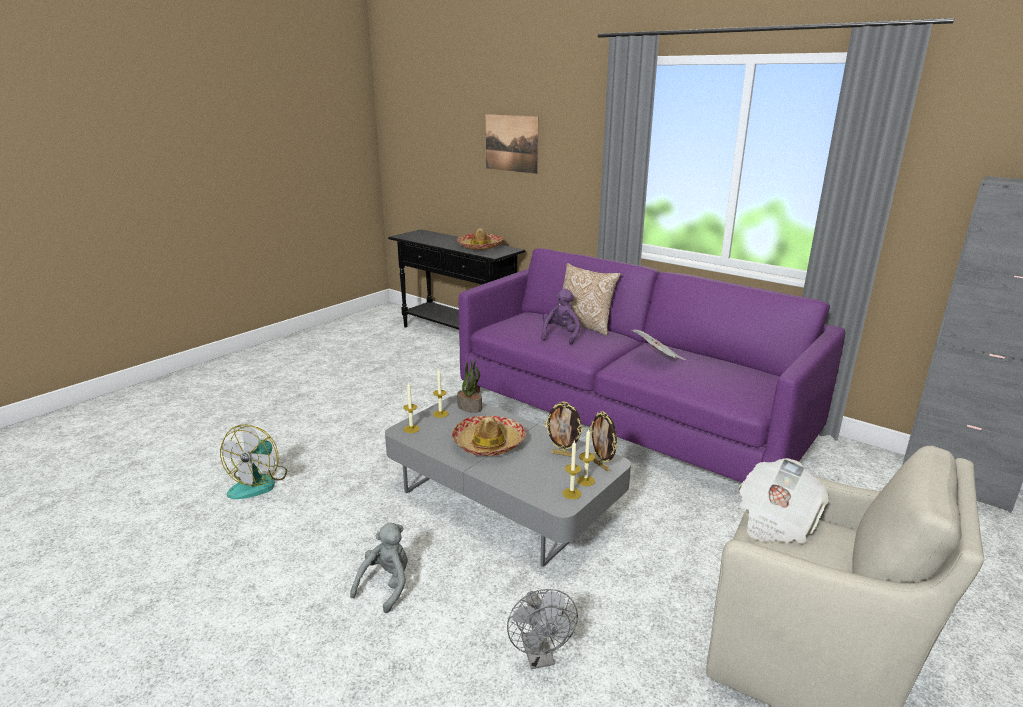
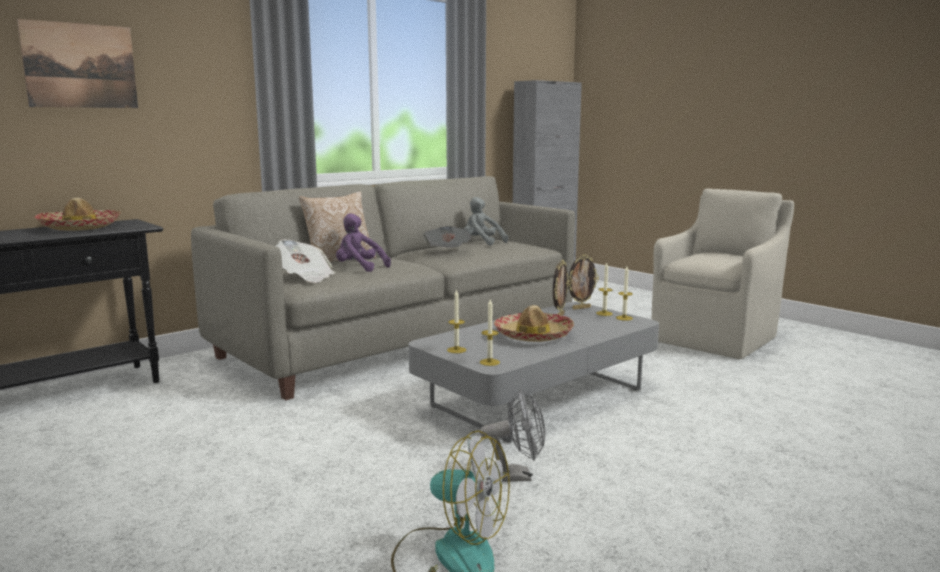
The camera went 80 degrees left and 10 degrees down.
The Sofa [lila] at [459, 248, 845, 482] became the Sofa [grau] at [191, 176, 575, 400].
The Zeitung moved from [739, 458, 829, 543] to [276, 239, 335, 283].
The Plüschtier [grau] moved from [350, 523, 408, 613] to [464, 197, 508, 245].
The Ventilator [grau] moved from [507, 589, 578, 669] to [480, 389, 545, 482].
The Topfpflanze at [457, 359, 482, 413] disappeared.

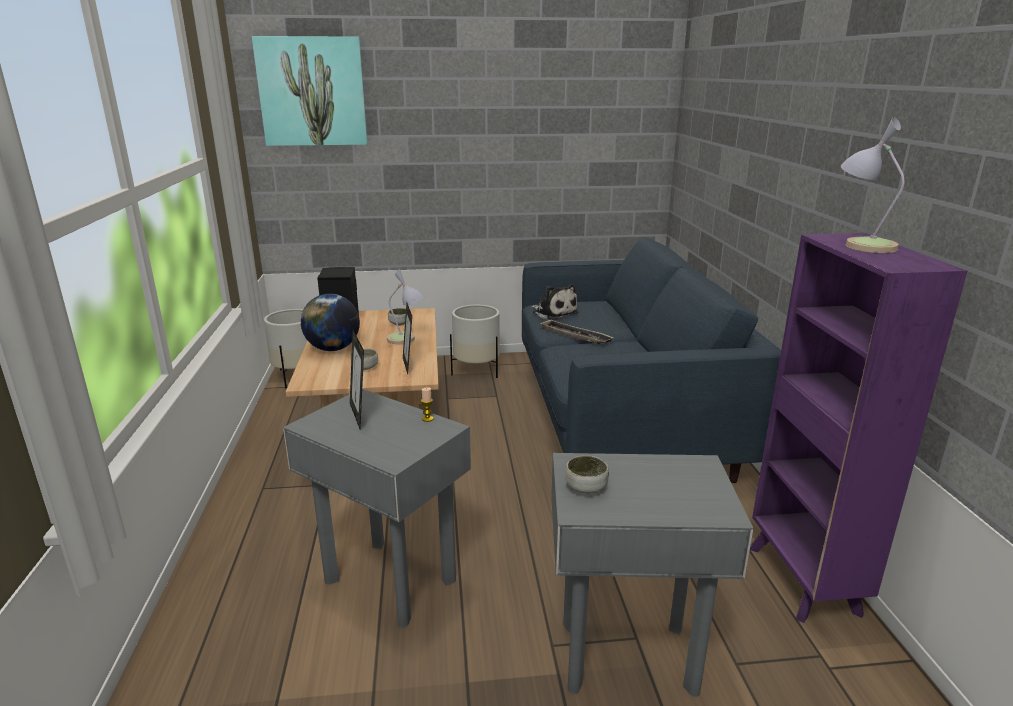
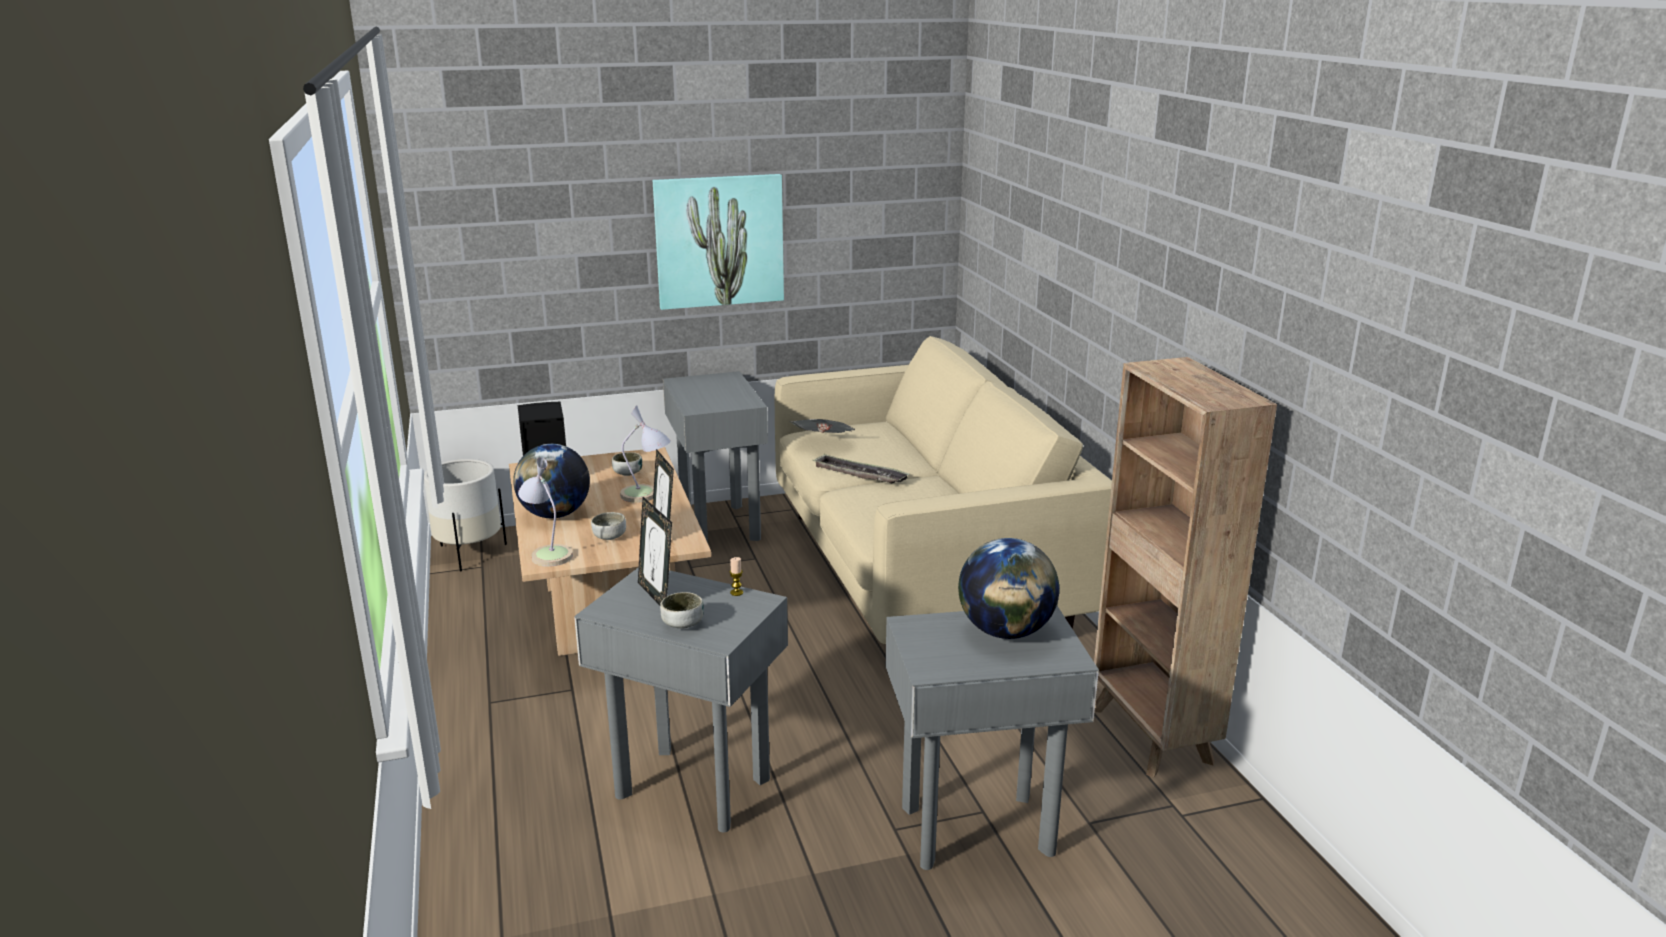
The camera went 10 degrees left and 0 degrees up.
The Tischlampe moved from [841, 117, 905, 253] to [518, 457, 573, 567].
The Bild moved from [252, 36, 367, 146] to [653, 174, 784, 310].
The Schüssel moved from [565, 456, 609, 493] to [660, 592, 704, 629].
The Pflanzkübel [weiß] at [450, 305, 500, 378] was replaced by the Beistelltisch [grau] at [663, 371, 768, 543].
The Sofa [blau] at [522, 237, 781, 483] became the Sofa [beige] at [775, 336, 1112, 644].
The Plüschtier at [531, 284, 579, 320] was replaced by the Zeitung at [790, 419, 855, 433].
The Globus at [958, 538, 1059, 639] appeared.
The Bücherregal [lila] at [750, 233, 967, 623] became the Bücherregal [braun] at [1094, 357, 1277, 777].

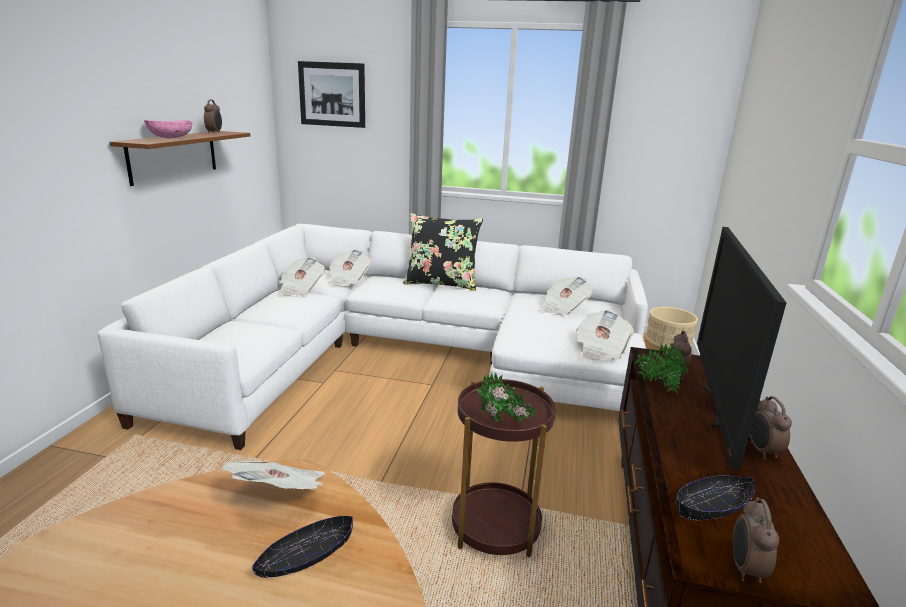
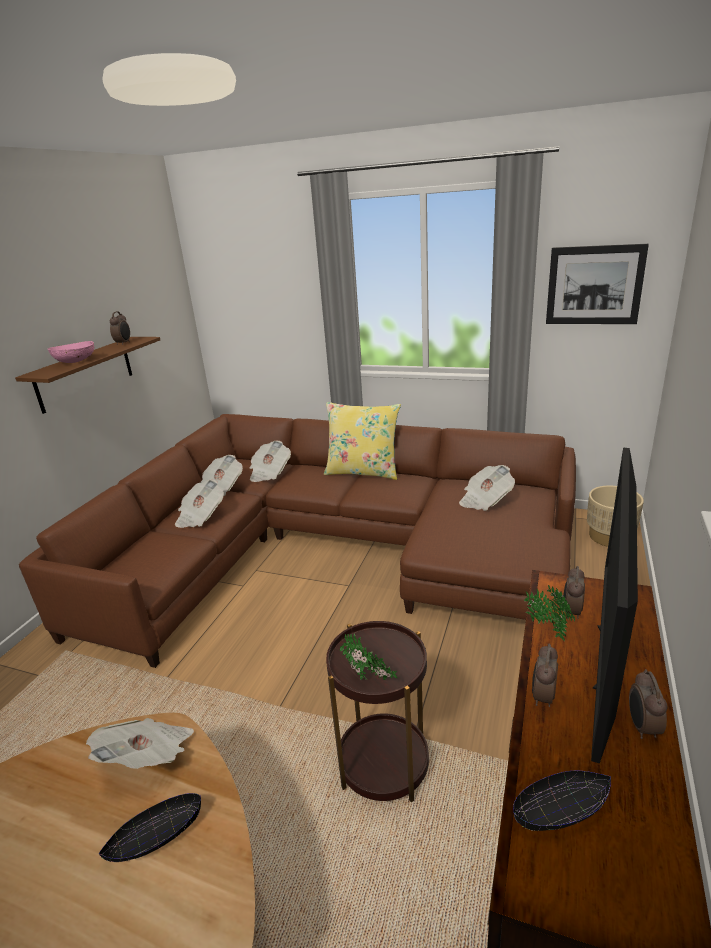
The camera went 10 degrees right and 5 degrees up.
The Sofa [weiß] at [98, 224, 648, 450] became the Sofa [braun] at [19, 414, 576, 668].
The Zeitung moved from [576, 310, 634, 360] to [175, 479, 224, 528].
The Kissen [schwarz] at [403, 213, 483, 291] became the Kissen [gelb] at [324, 402, 401, 480].
The Wecker moved from [733, 497, 779, 583] to [532, 643, 558, 707].
The Bild moved from [298, 61, 365, 128] to [546, 244, 649, 324].

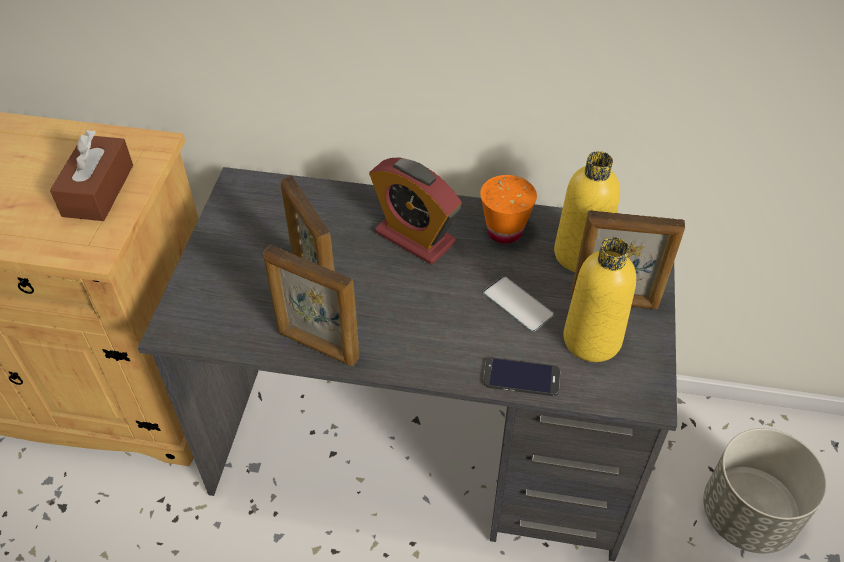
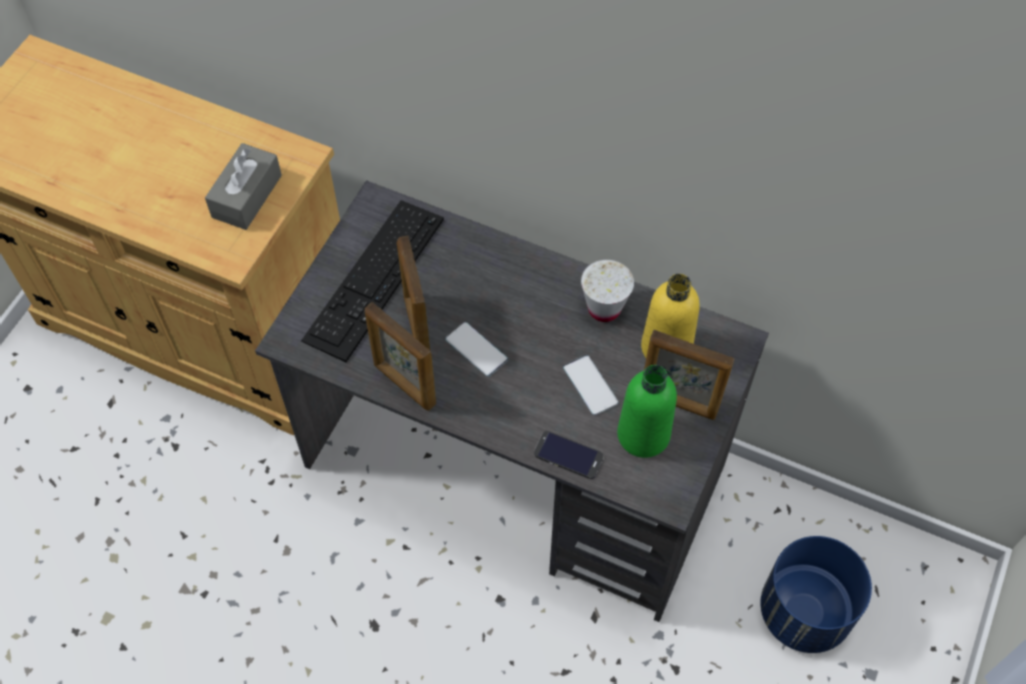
The camera went 15 degrees right and 10 degrees up.
The Taschentuchbox [braun] at [50, 130, 133, 221] became the Taschentuchbox [grau] at [205, 143, 282, 230].
The Tastatur at [301, 200, 444, 363] appeared.
The Handy at [445, 322, 508, 377] appeared.
The Tasse [orange] at [480, 175, 537, 244] became the Tasse [weiß] at [581, 260, 634, 322].
The Flasche [gelb] at [563, 237, 636, 362] became the Flasche [grün] at [617, 365, 677, 458].
The Pflanzkübel [grau] at [703, 428, 827, 554] became the Pflanzkübel [blau] at [760, 536, 872, 653].
The Wecker at [369, 157, 462, 265] disappeared.

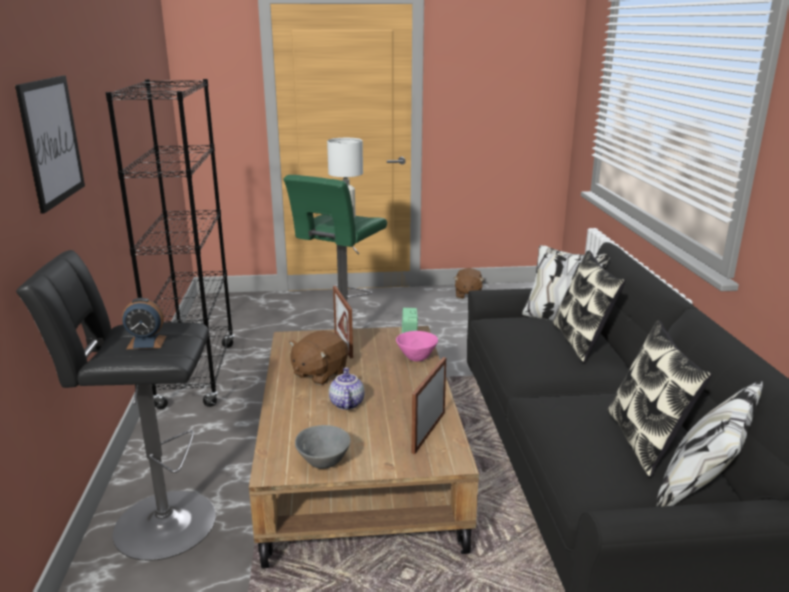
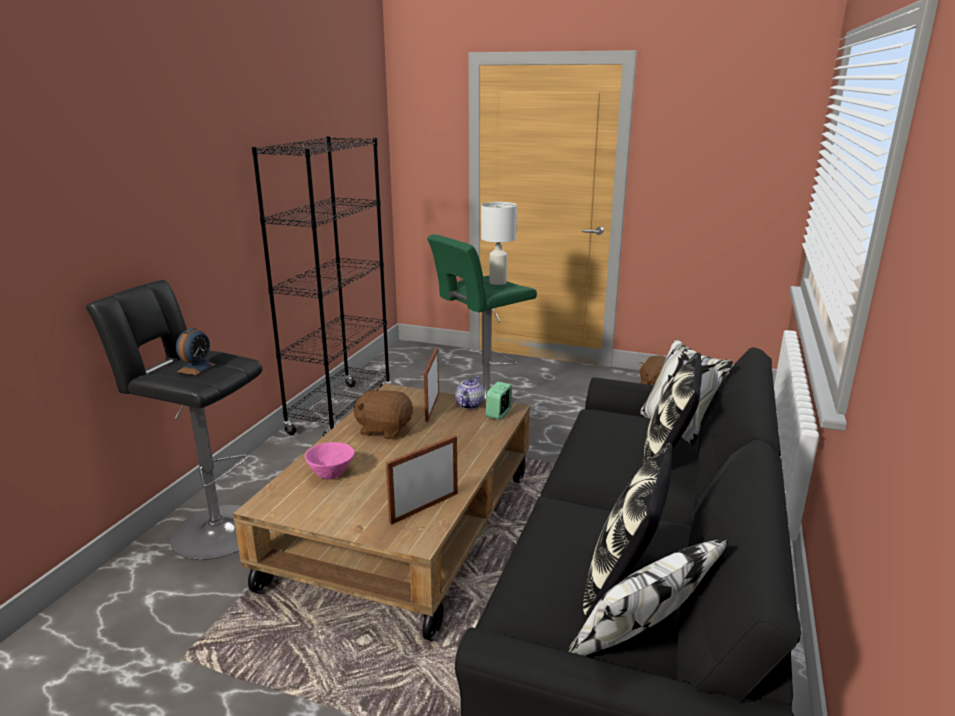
The camera went 25 degrees right and 0 degrees up.
The Wecker at [122, 298, 167, 349] turned 90 degrees counterclockwise.
The Schüssel [rosa] moved from [396, 331, 438, 361] to [305, 442, 355, 480].
The Plüschtier [braun] at [289, 330, 349, 385] turned 45 degrees clockwise.
The Teekanne moved from [329, 367, 364, 410] to [455, 376, 485, 409].
The Bild at [15, 76, 85, 214] disappeared.
The Schüssel [grau] at [295, 425, 351, 469] disappeared.

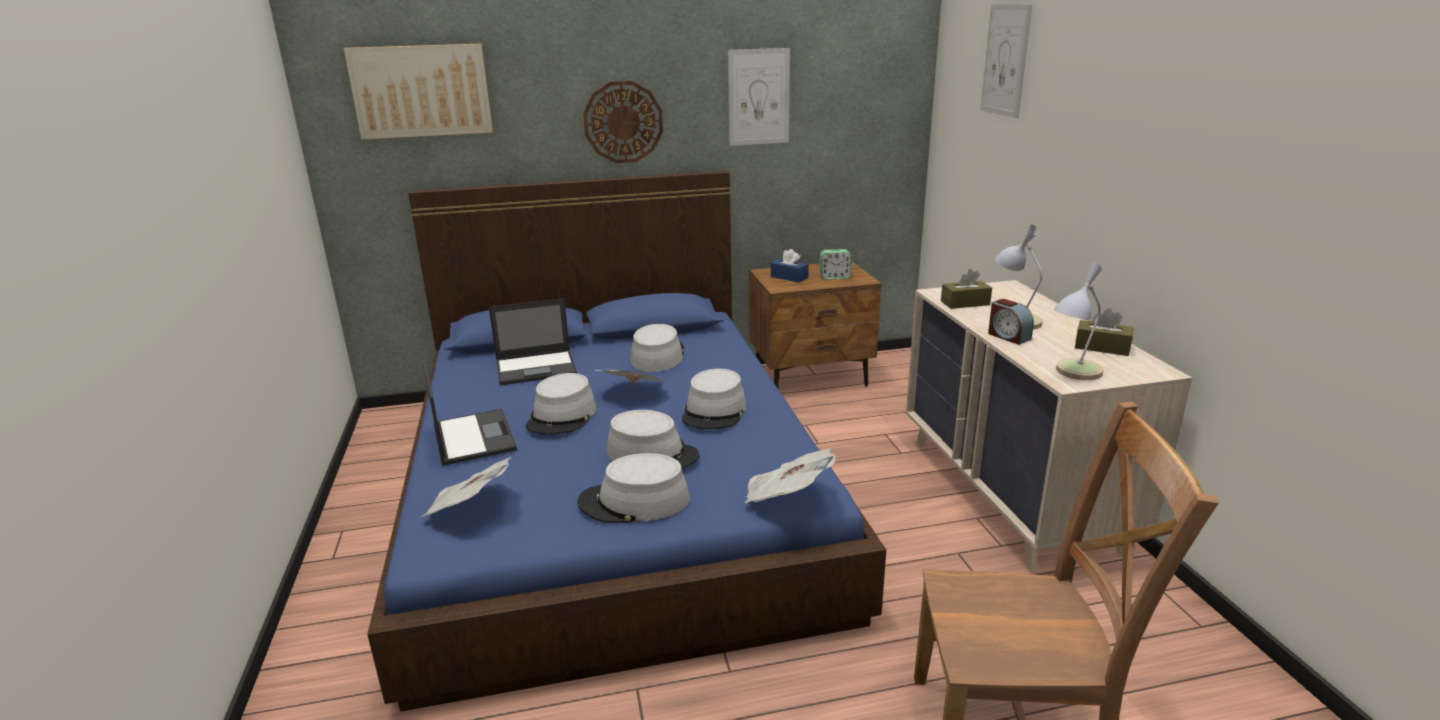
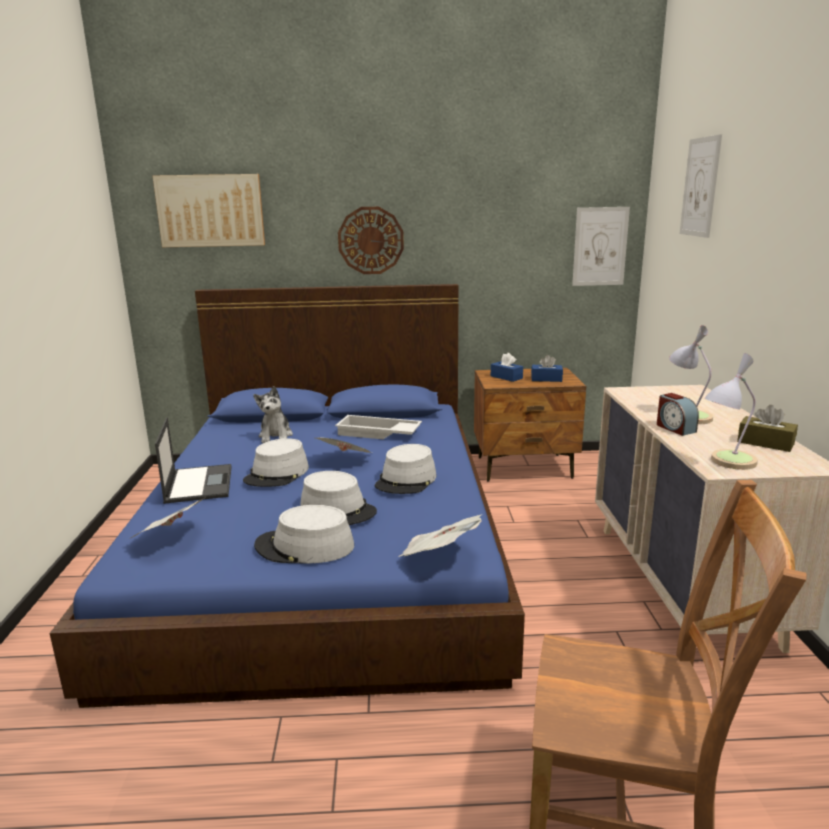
The camera went 10 degrees right and 5 degrees down.
The Laptop at [489, 299, 577, 386] was replaced by the Plüschtier at [253, 386, 293, 443].
The Hut [grau] at [630, 324, 684, 372] was replaced by the Tablett [weiß] at [335, 415, 422, 439].
The Wecker at [820, 249, 852, 279] was replaced by the Taschentuchbox [blau] at [531, 355, 563, 382].
The Bild moved from [728, 48, 790, 146] to [572, 207, 630, 286].
The Taschentuchbox [braun] at [941, 269, 992, 309] disappeared.

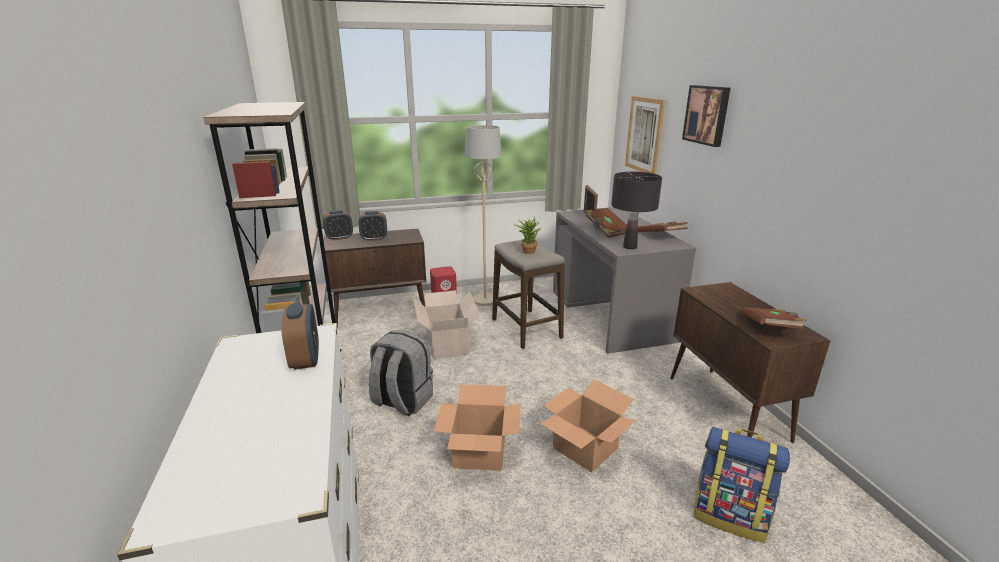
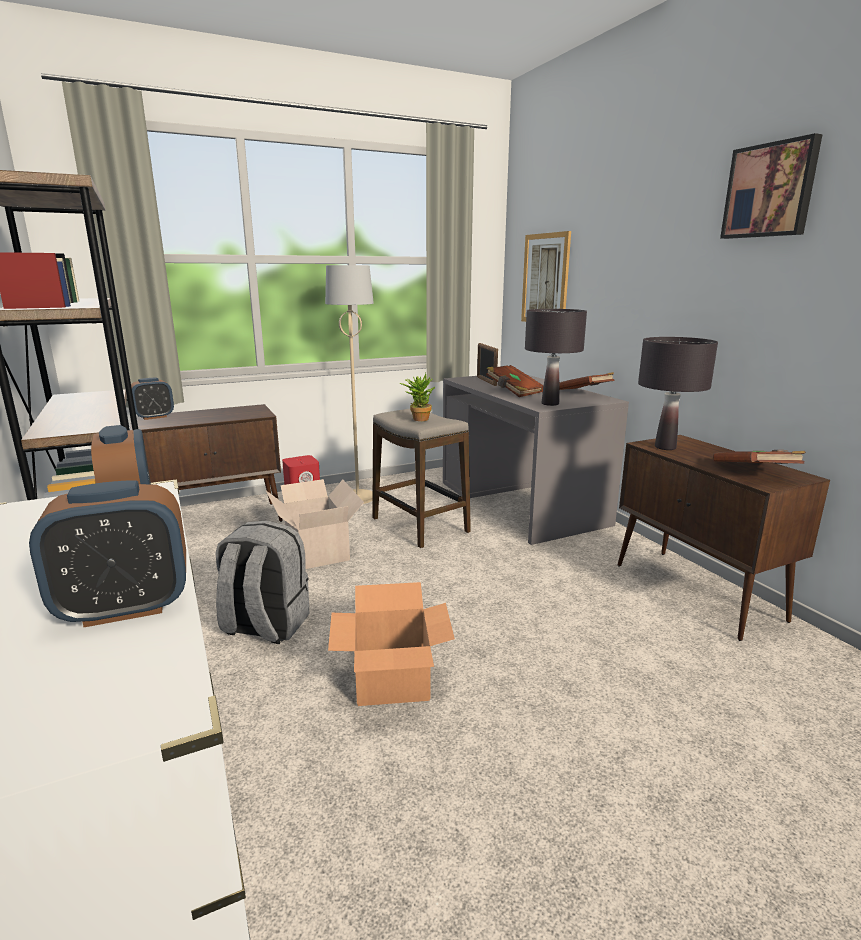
The camera went 10 degrees left and 5 degrees down.
The Wecker moved from [358, 211, 387, 241] to [29, 480, 186, 627].
The Tischlampe [schwarz] at [638, 337, 718, 450] appeared.
The Bild moved from [682, 85, 731, 147] to [720, 133, 823, 239].
The Karton at [541, 380, 636, 473] disappeared.
The Rucksack at [694, 427, 790, 543] disappeared.

